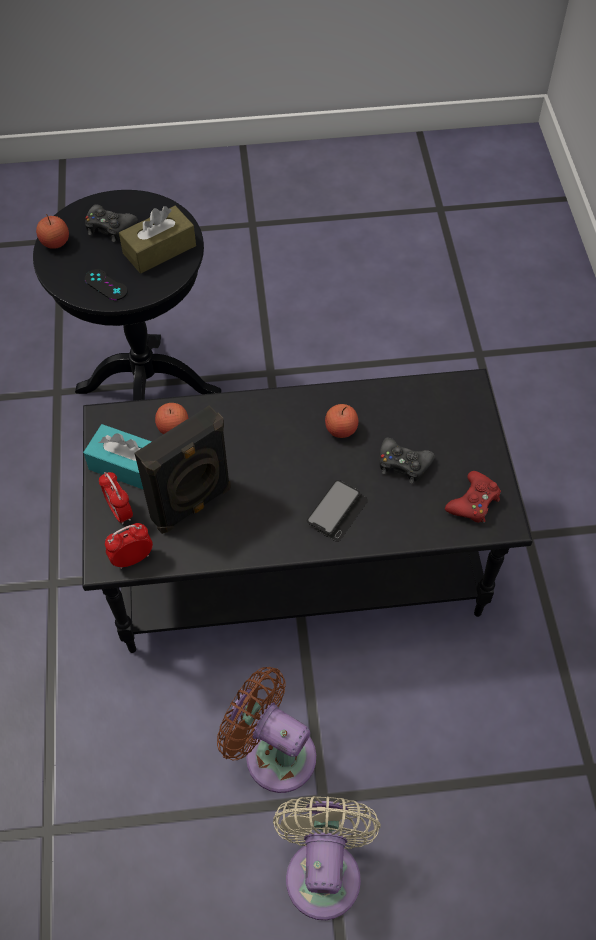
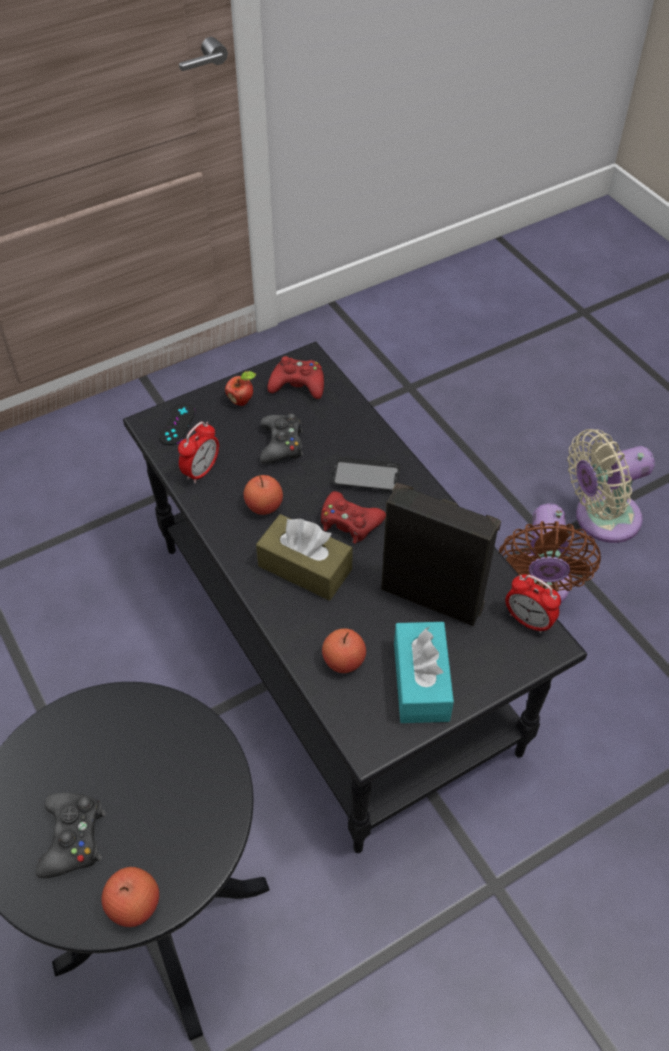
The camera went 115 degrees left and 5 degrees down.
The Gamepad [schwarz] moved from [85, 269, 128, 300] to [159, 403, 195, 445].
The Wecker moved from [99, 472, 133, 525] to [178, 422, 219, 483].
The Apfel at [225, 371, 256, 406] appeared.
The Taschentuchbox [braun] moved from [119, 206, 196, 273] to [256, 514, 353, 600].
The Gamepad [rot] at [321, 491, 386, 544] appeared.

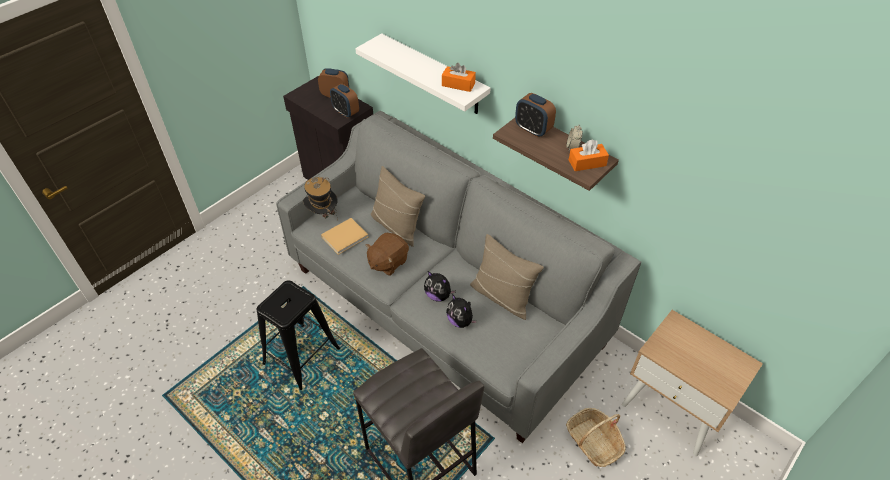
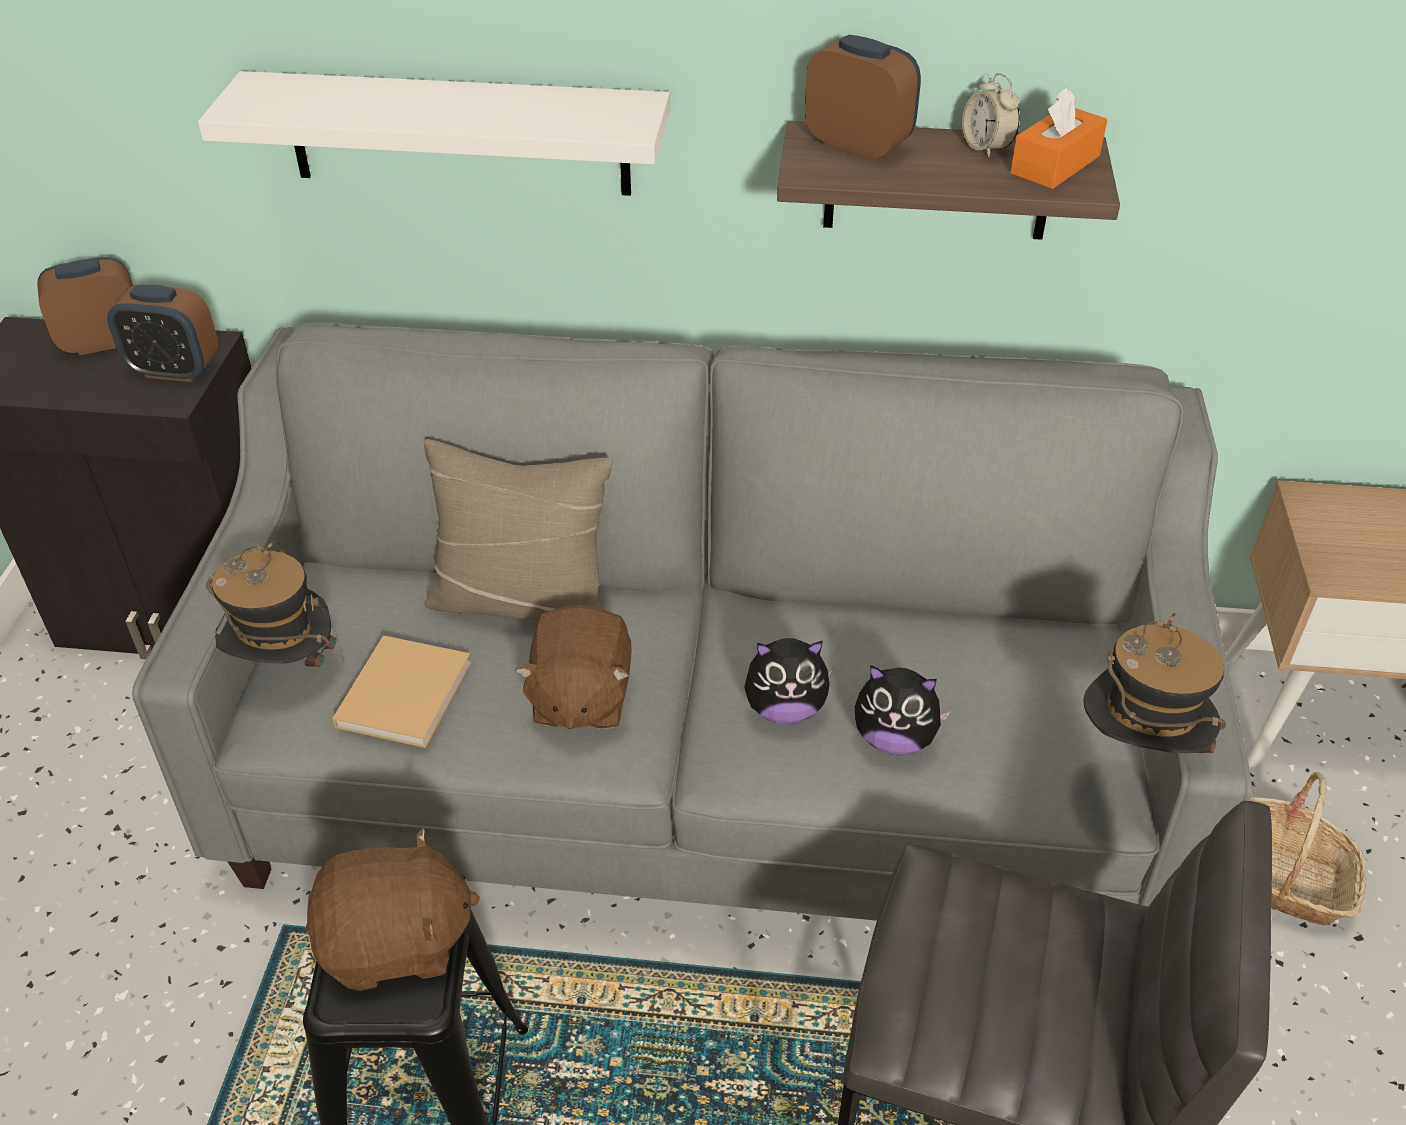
The camera went 35 degrees left and 5 degrees down.
The Plüschtier [braun] at [306, 828, 480, 991] appeared.
The Wecker at [515, 93, 556, 137] turned 150 degrees counterclockwise.
The Hut at [1083, 613, 1226, 753] appeared.
The Taschentuchbox [orange] at [442, 63, 476, 92] disappeared.
The Kissen [beige] at [470, 234, 544, 320] disappeared.

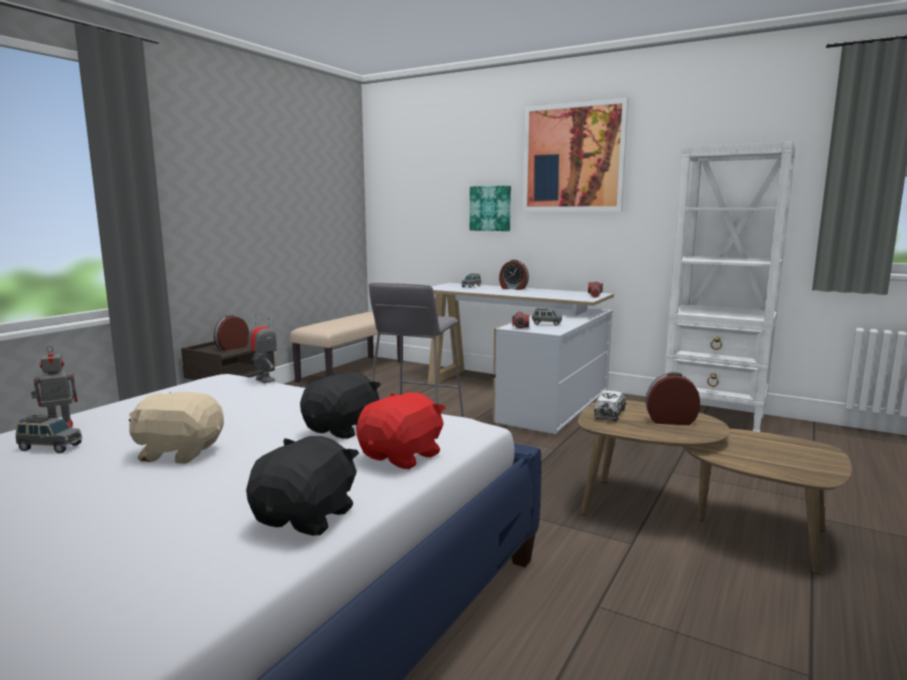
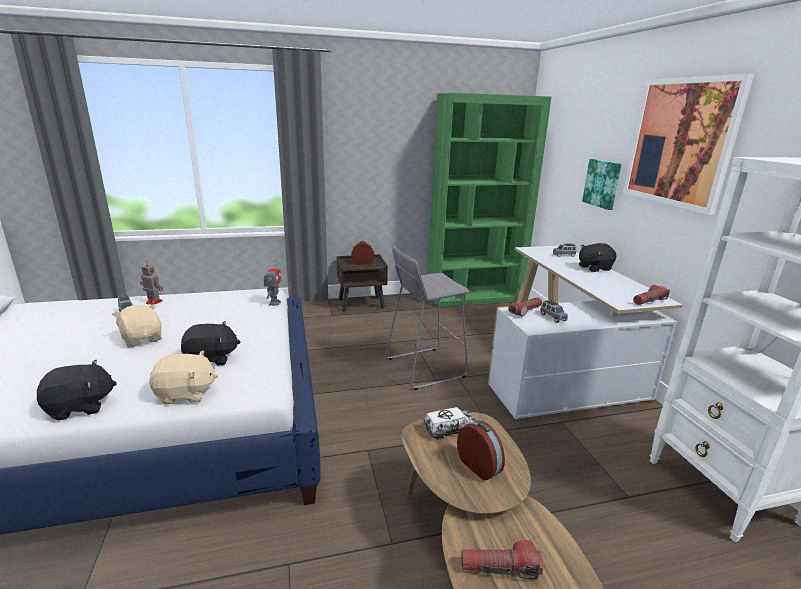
The camera went 45 degrees right and 10 degrees up.
The Plüschtier [rot] at [356, 392, 446, 469] became the Plüschtier [beige] at [149, 351, 218, 405].
The Bank [beige] at [290, 312, 403, 383] was replaced by the Bücherregal [grün] at [428, 93, 551, 307].
The Taschenlampe at [461, 540, 543, 580] appeared.
The Wecker at [499, 259, 529, 290] was replaced by the Plüschtier [schwarz] at [579, 243, 616, 272].

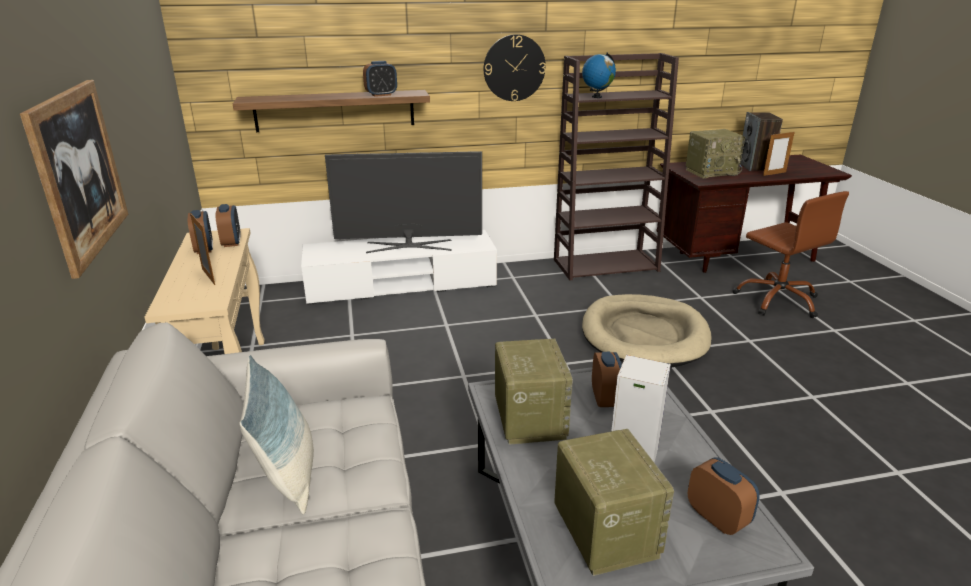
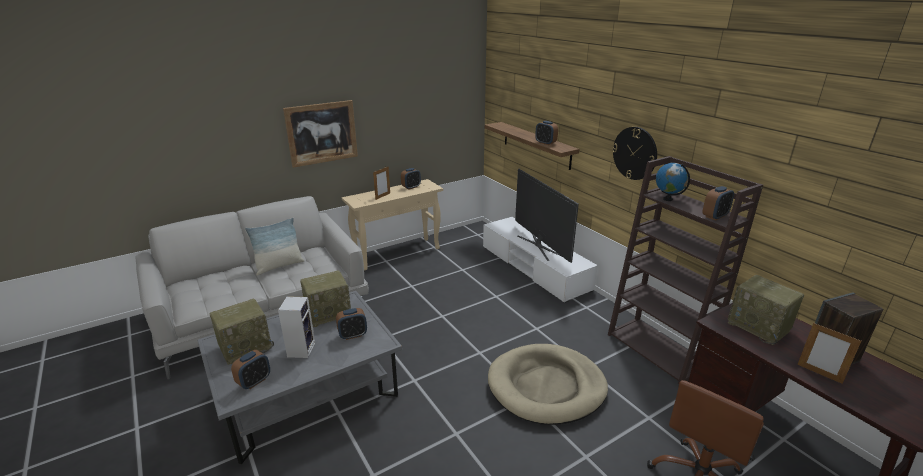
The camera went 70 degrees right and 0 degrees up.
The Wecker moved from [215, 204, 241, 247] to [702, 186, 734, 221].

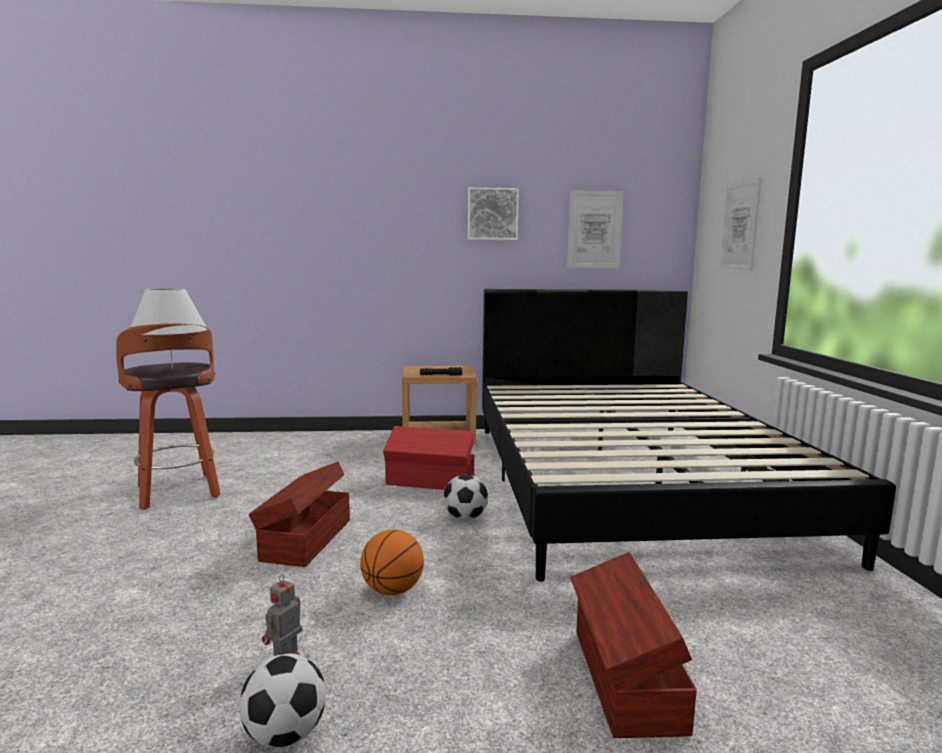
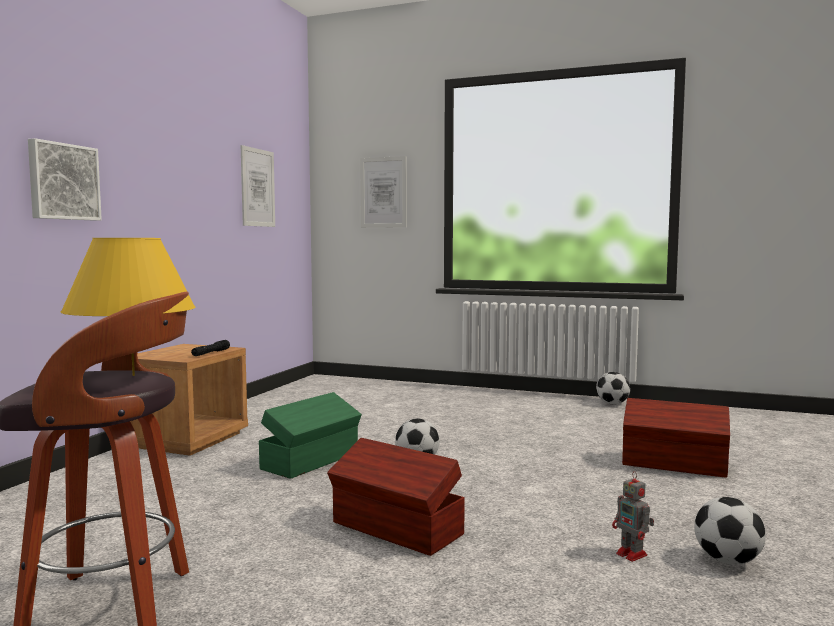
The camera went 65 degrees left and 5 degrees down.
The Bild moved from [468, 187, 519, 240] to [28, 138, 102, 221].
The Tischlampe [weiß] at [131, 288, 208, 369] became the Tischlampe [gelb] at [61, 238, 196, 376].
The Aufbewahrungsbox [rot] at [383, 426, 474, 490] became the Aufbewahrungsbox [grün] at [259, 392, 362, 479].
The Fußball at [596, 372, 630, 405] appeared.
The Basketball at [360, 529, 424, 595] disappeared.
The Bett [schwarz] at [482, 289, 896, 582] disappeared.

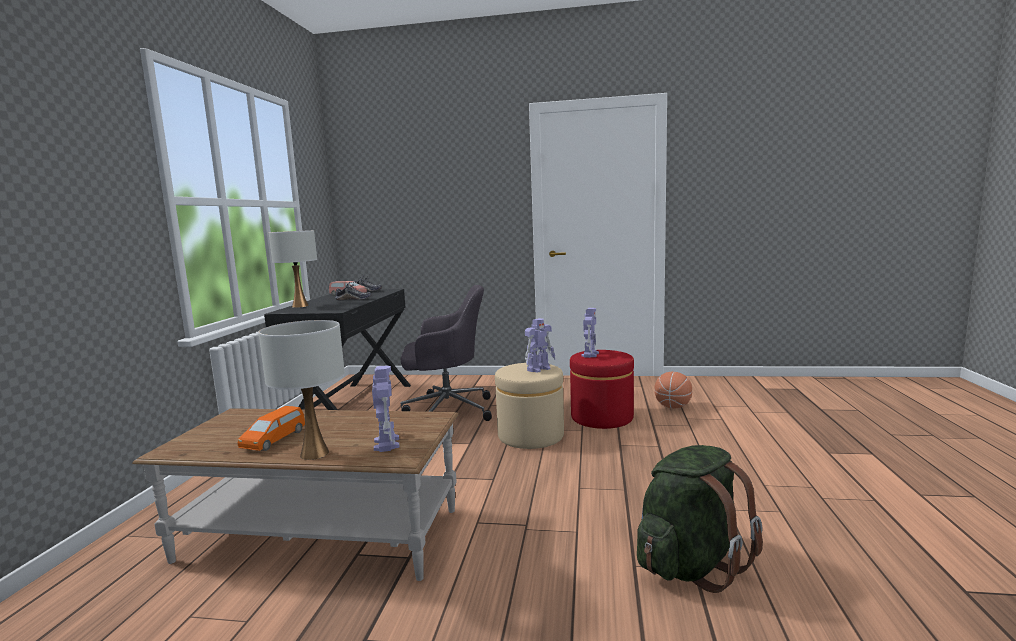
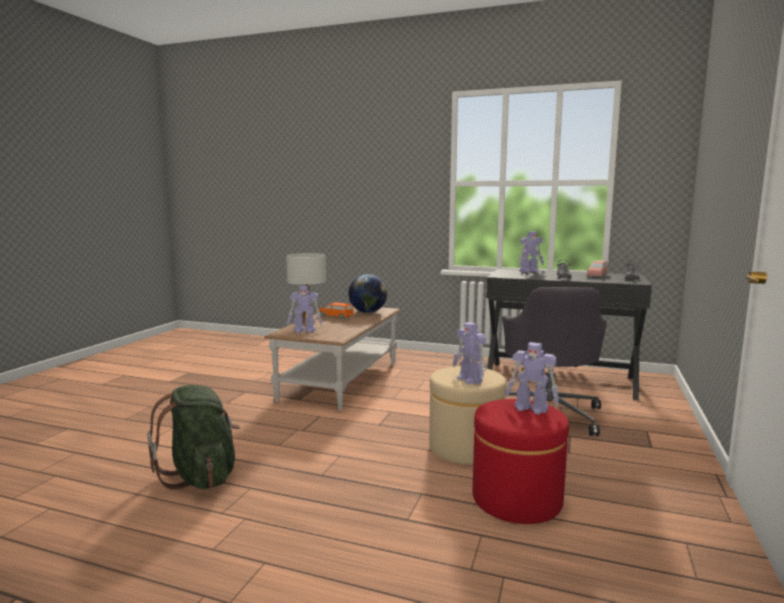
The camera went 100 degrees right and 0 degrees up.
The Globus at [348, 274, 387, 313] appeared.
The Tischlampe [weiß] at [269, 230, 317, 308] was replaced by the Spielzeugroboter at [519, 231, 544, 272].
The Basketball at [654, 372, 692, 409] disappeared.

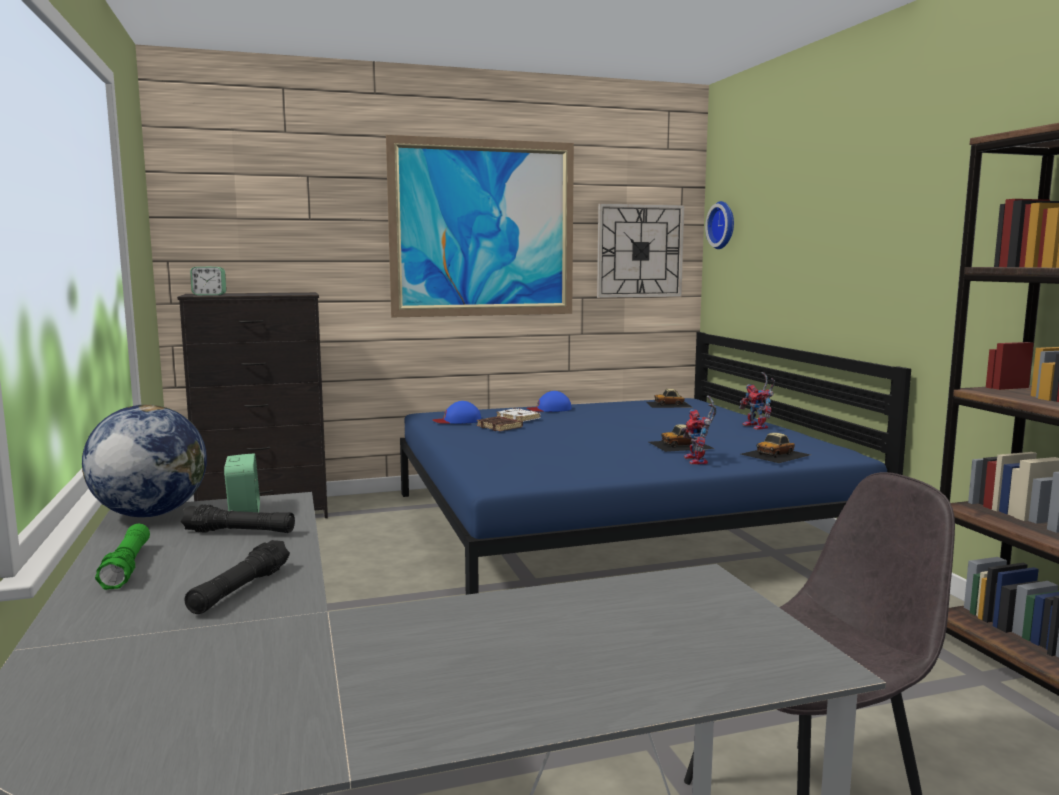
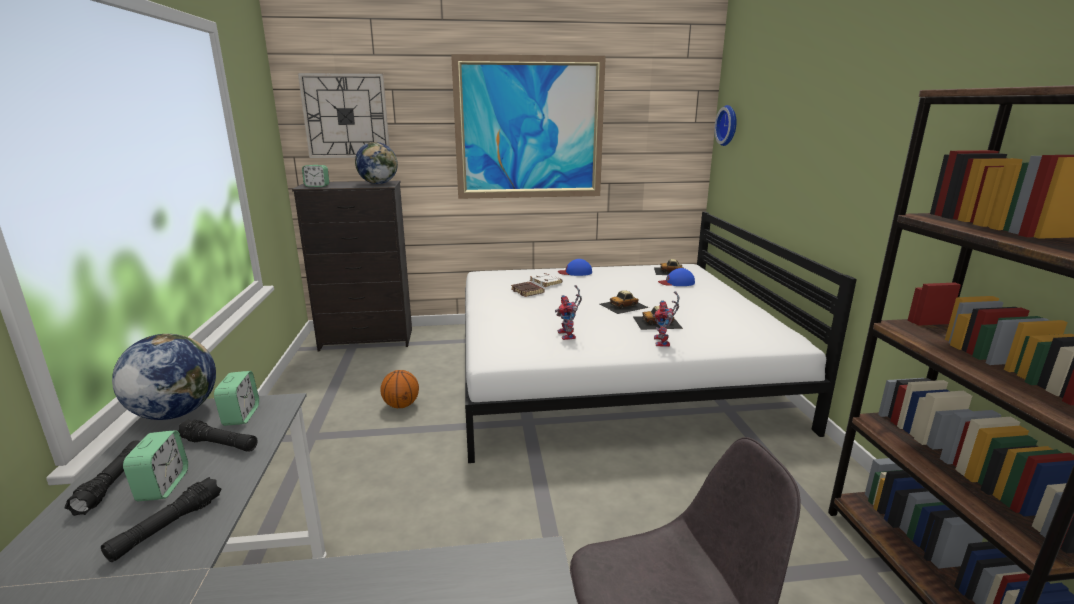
The camera went 10 degrees right and 10 degrees up.
The Taschenlampe [grün] at [95, 524, 150, 590] became the Taschenlampe [schwarz] at [64, 440, 141, 516].
The Wecker at [123, 430, 188, 501] appeared.
The Wanduhr moved from [597, 203, 684, 298] to [298, 73, 390, 158].
The Globus at [355, 142, 398, 184] appeared.
The Basketball at [380, 370, 419, 408] appeared.
The Bett [blau] at [400, 332, 911, 595] became the Bett [weiß] at [465, 211, 857, 463].
The Spielzeugroboter moved from [739, 372, 775, 430] to [555, 285, 582, 340].
The Spielzeugauto moved from [741, 433, 810, 463] to [600, 290, 649, 314].
The Kappe [blau] moved from [433, 401, 481, 424] to [658, 268, 695, 286].

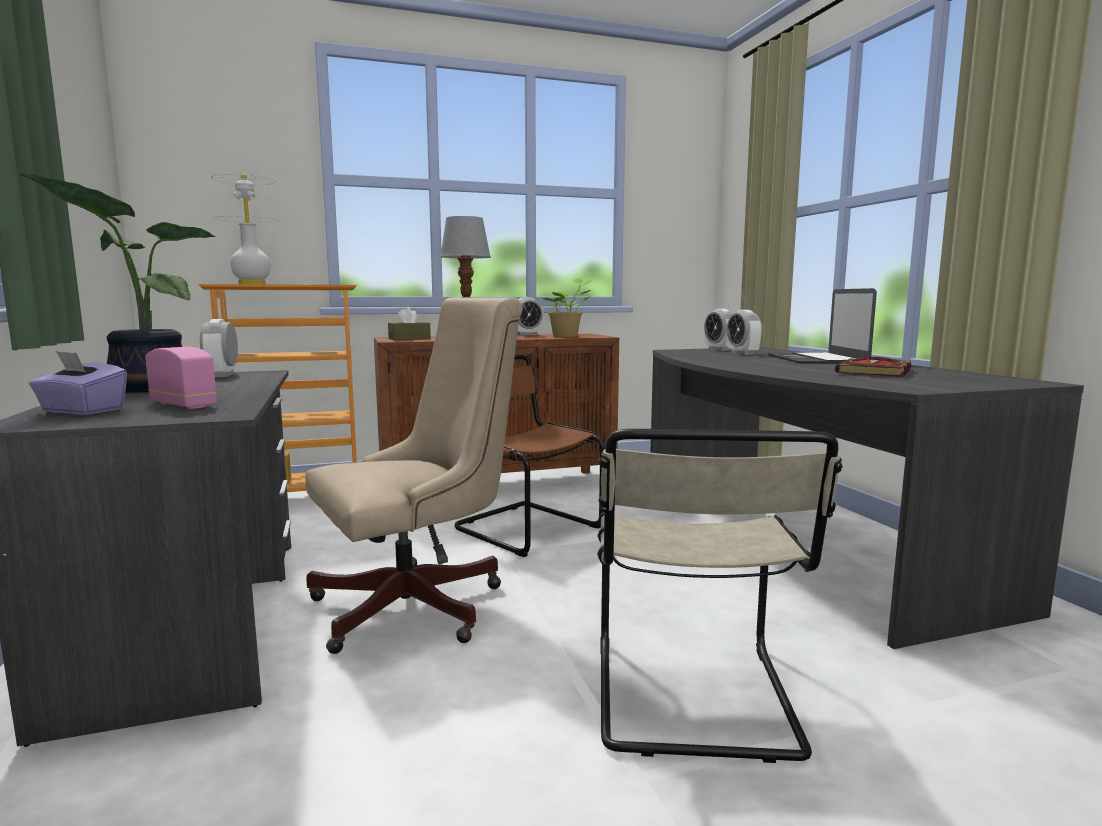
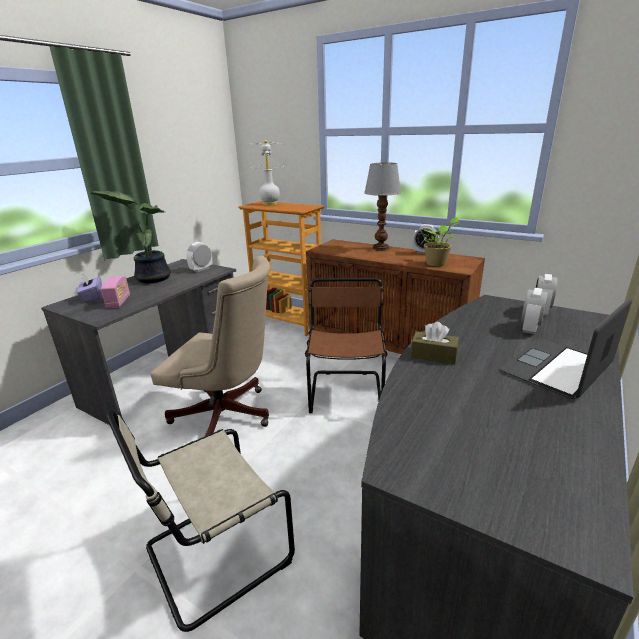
The camera went 50 degrees right and 15 degrees up.
The Taschentuchbox [braun] moved from [388, 307, 431, 340] to [411, 322, 459, 364].
The Buch at [835, 357, 911, 377] disappeared.

